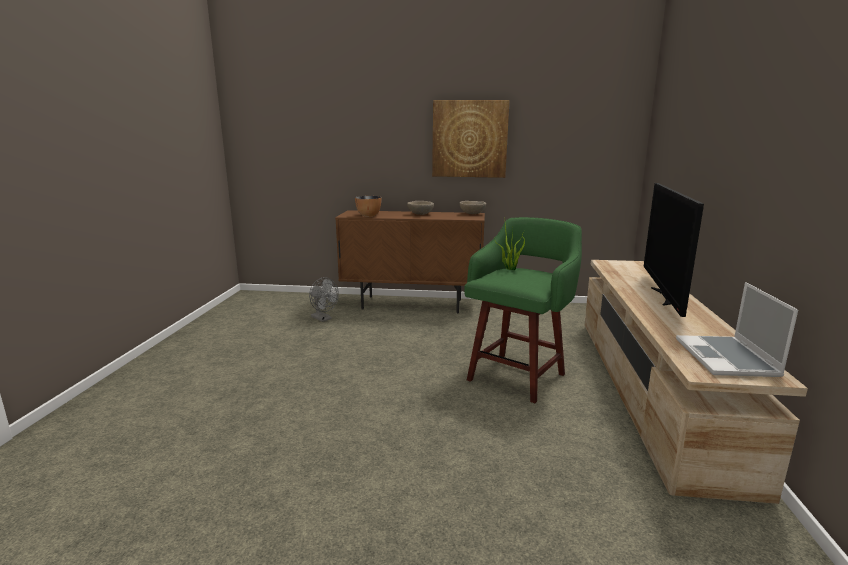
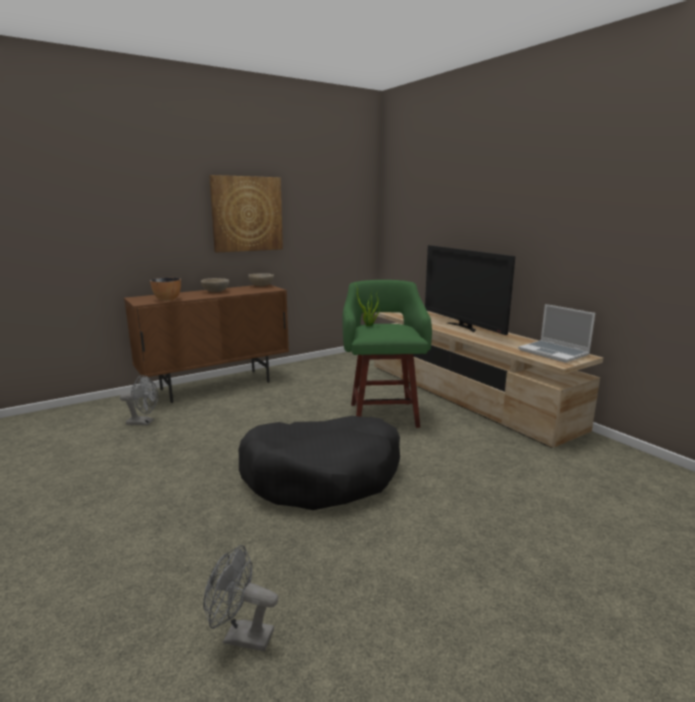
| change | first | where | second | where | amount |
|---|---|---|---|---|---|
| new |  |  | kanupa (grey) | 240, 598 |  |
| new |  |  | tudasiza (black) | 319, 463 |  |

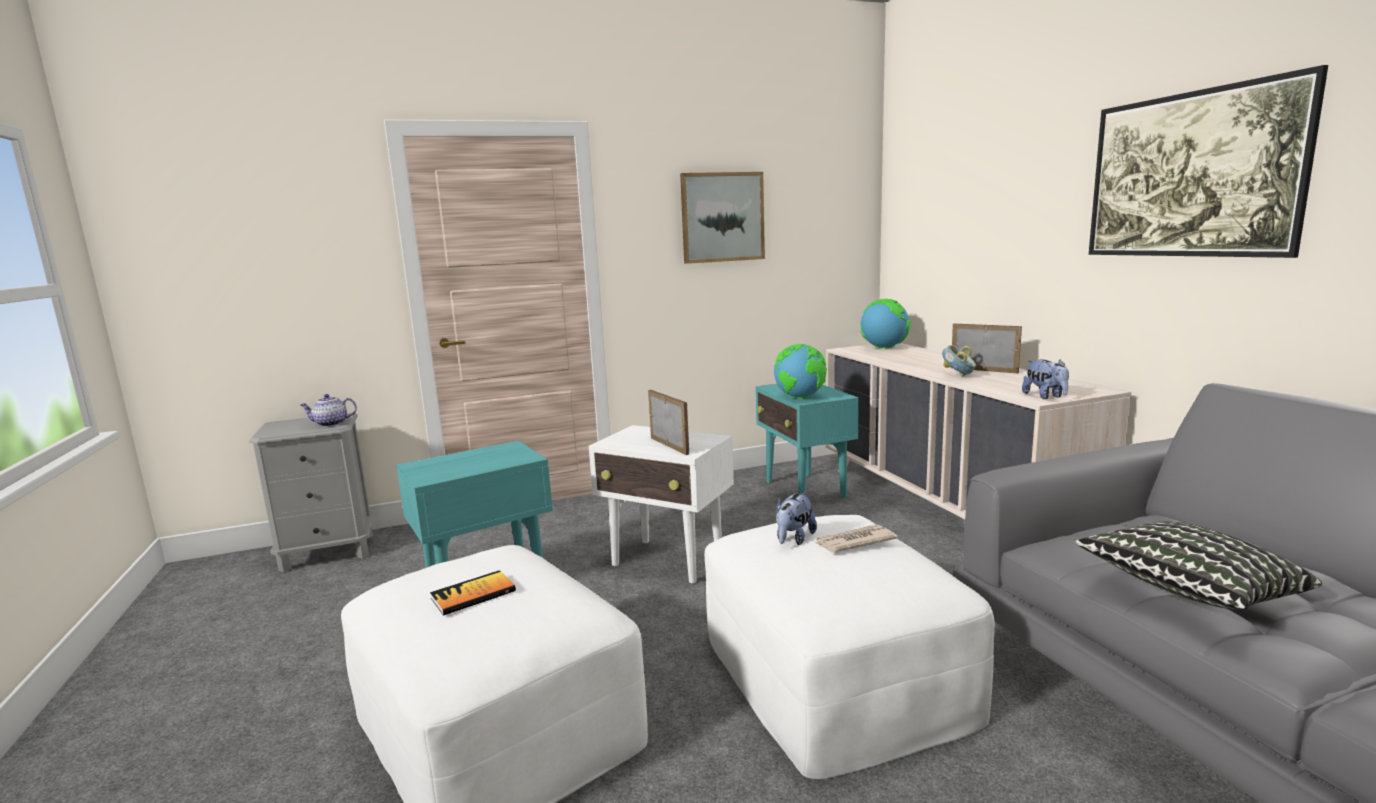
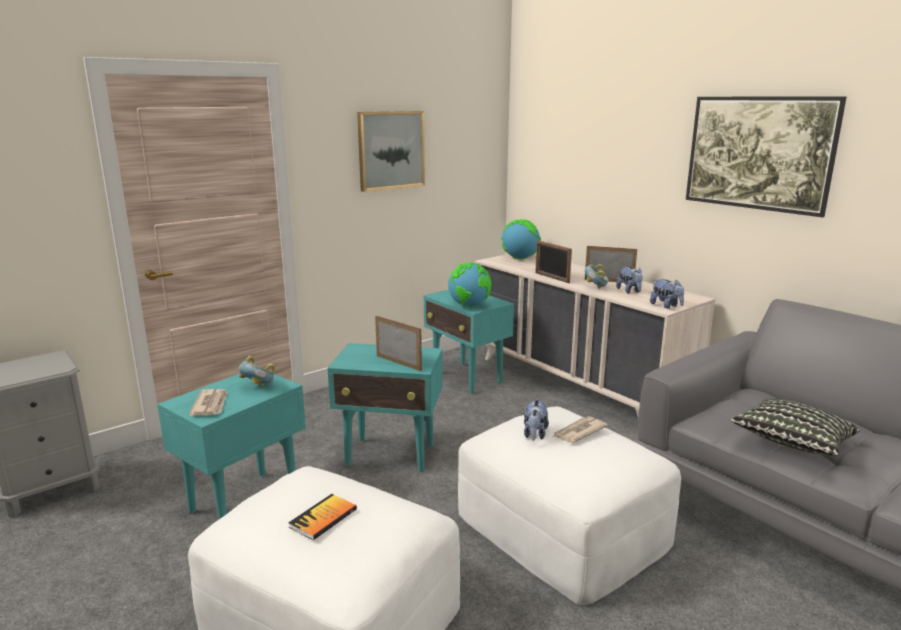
| change | first | where | second | where | amount |
|---|---|---|---|---|---|
| new |  |  | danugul | 208, 402 |  |
| new |  |  | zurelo | 257, 371 |  |
| repainted | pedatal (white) | 661, 504 | pedatal (turquoise) | 385, 407 |  |
| new |  |  | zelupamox | 553, 261 |  |
| new |  |  | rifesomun | 629, 280 |  |
| gone | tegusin | 329, 410 |  |  |  |

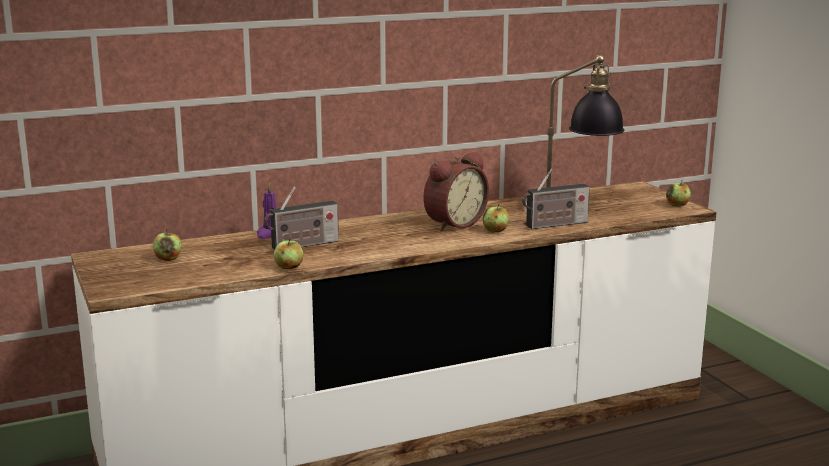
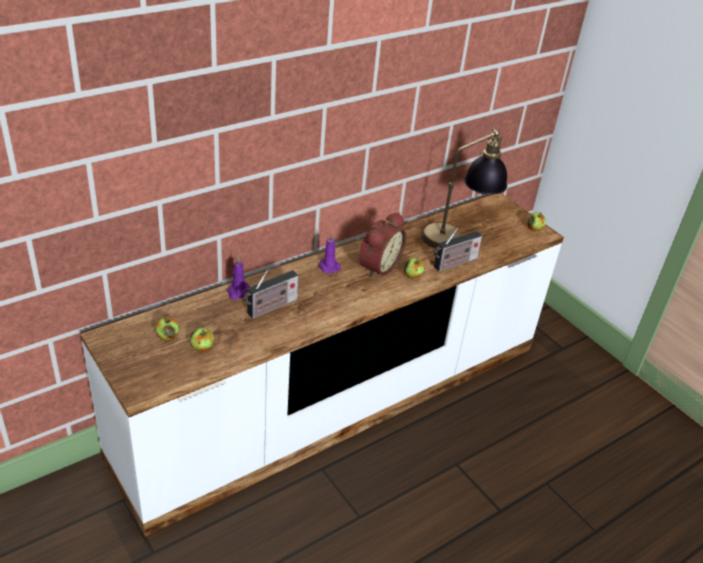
| change | first | where | second | where | amount |
|---|---|---|---|---|---|
| shifted | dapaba | 288, 253 |  | 202, 340 |  |
| new |  |  | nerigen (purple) | 329, 254 |  |

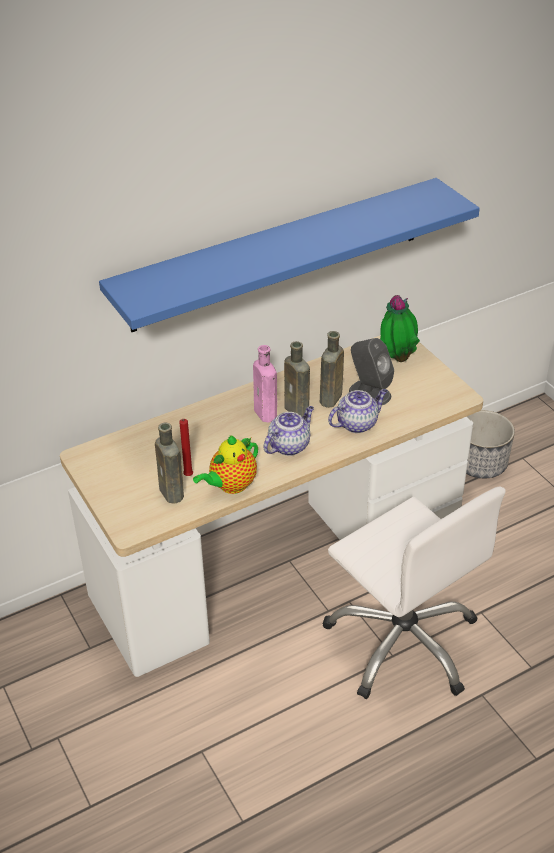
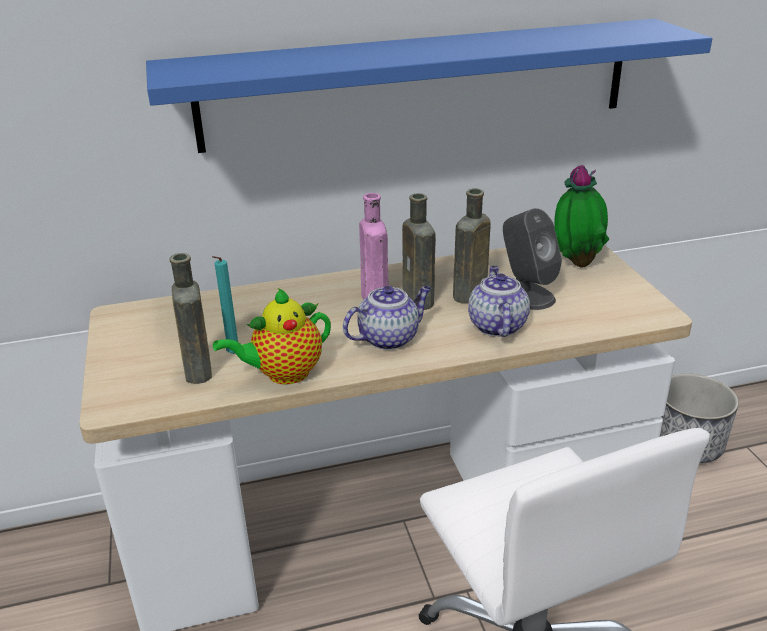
| change | first | where | second | where | amount |
|---|---|---|---|---|---|
| repainted | nerigen (red) | 186, 447 | nerigen (turquoise) | 225, 305 |  |
| rotated | tegusin | 357, 411 |  | 499, 301 | 75 degrees counterclockwise |

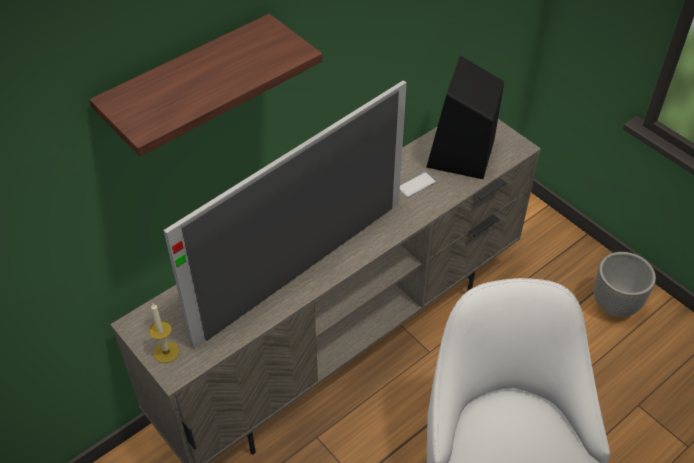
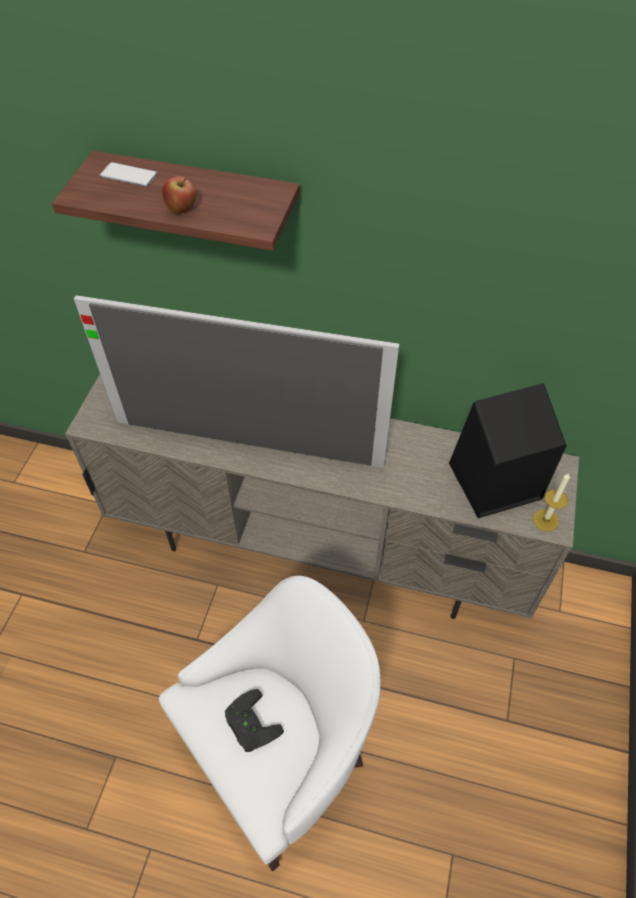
| change | first | where | second | where | amount |
|---|---|---|---|---|---|
| shifted | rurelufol | 418, 184 |  | 129, 174 |  |
| new |  |  | dapaba | 179, 195 |  |
| new |  |  | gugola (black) | 254, 720 |  |
| shifted | nerigen | 164, 333 |  | 551, 502 |  |
| gone | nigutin | 625, 284 |  |  |  |

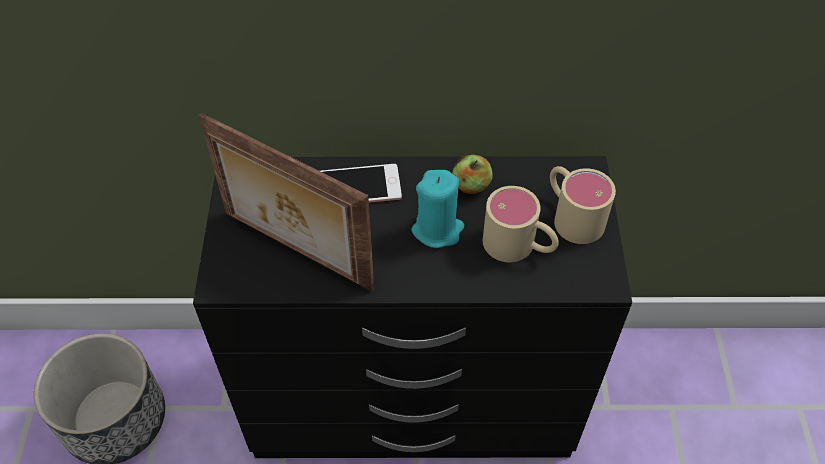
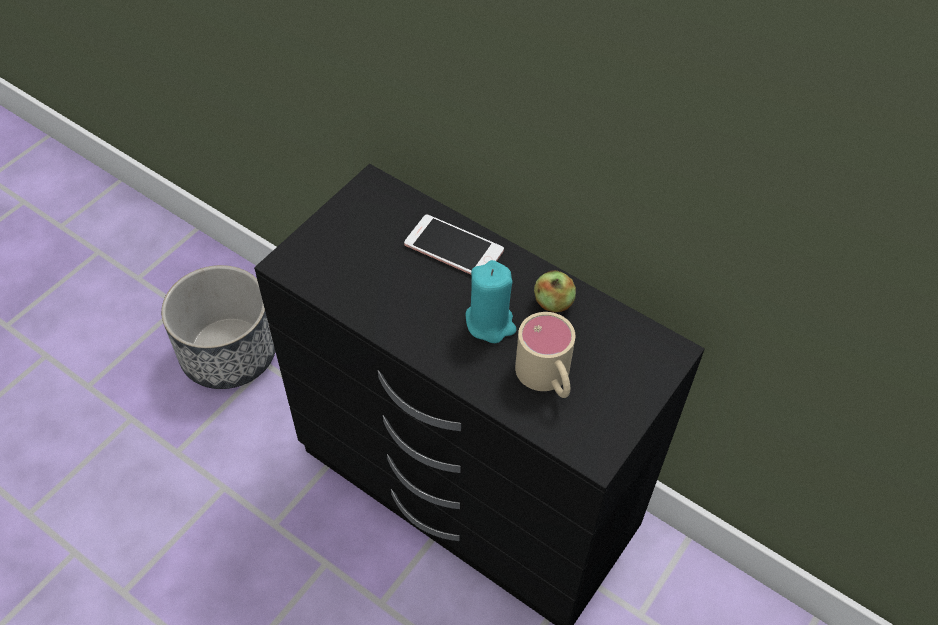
| change | first | where | second | where | amount |
|---|---|---|---|---|---|
| gone | zelupamox | 286, 202 |  |  |  |
| gone | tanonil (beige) | 583, 205 |  |  |  |

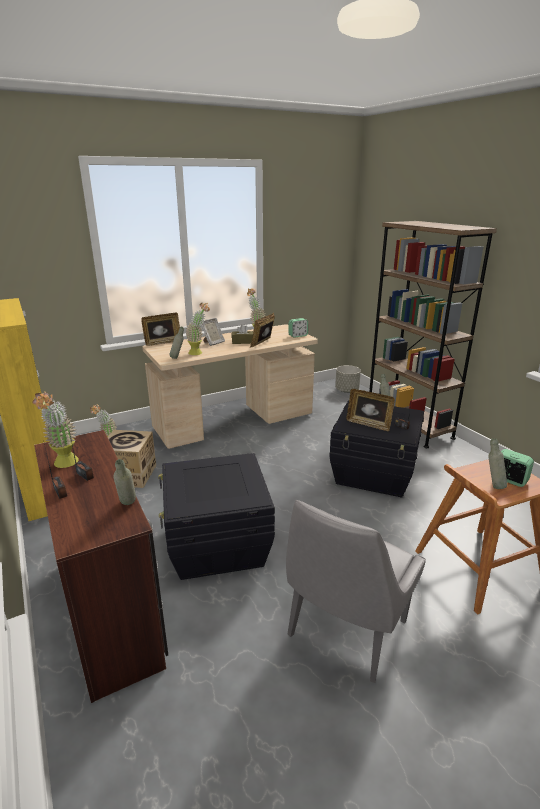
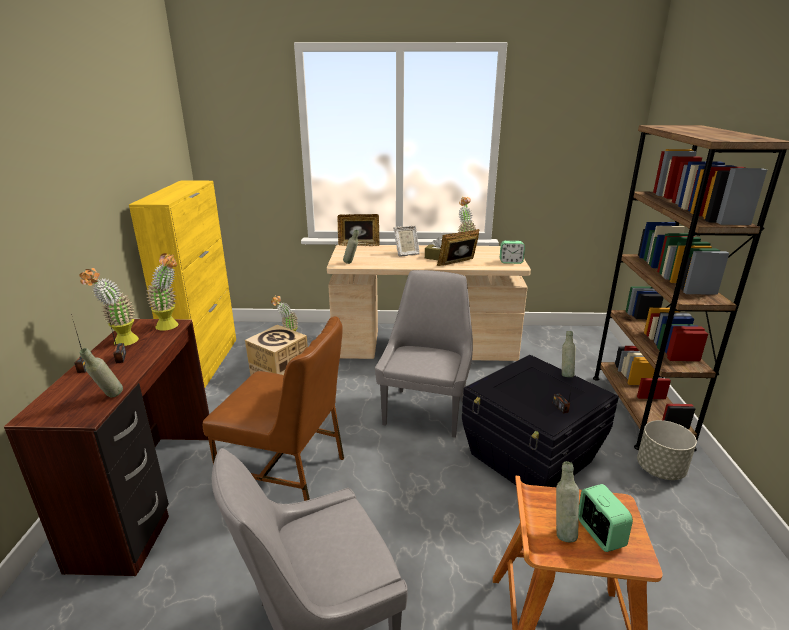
| change | first | where | second | where | amount |
|---|---|---|---|---|---|
| shifted | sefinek | 198, 329 |  | 162, 292 |  |
| swapped | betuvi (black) | 216, 516 | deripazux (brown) | 273, 408 |  |
| new |  |  | deripazux (grey) | 424, 354 |  |
| shifted | nigutin (grey) | 348, 379 |  | 667, 450 |  |
| gone | zelupamox | 370, 410 |  |  |  |

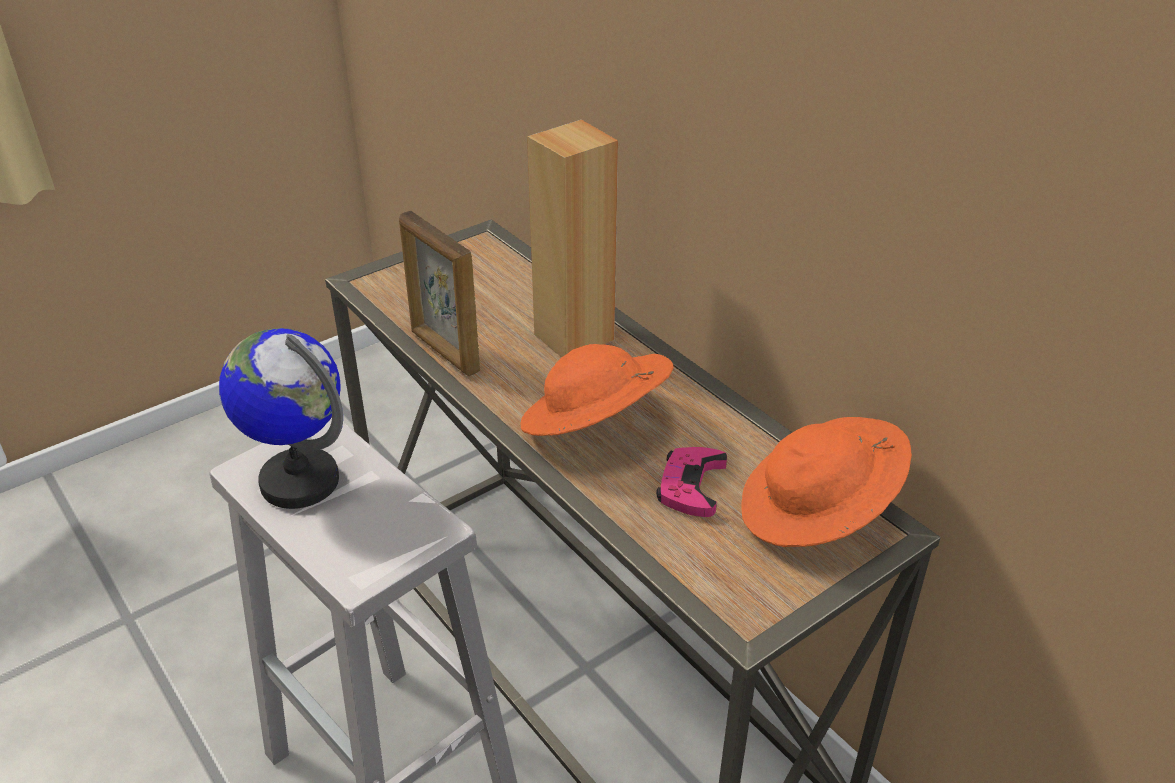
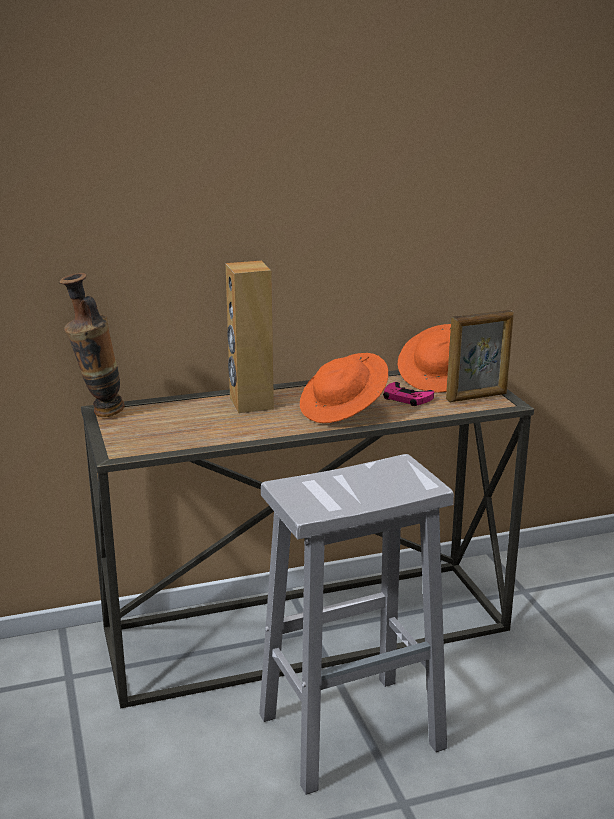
| change | first | where | second | where | amount |
|---|---|---|---|---|---|
| new |  |  | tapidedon | 92, 345 |  |
| shifted | zelupamox | 439, 293 |  | 480, 356 |  |
| gone | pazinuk | 281, 418 |  |  |  |

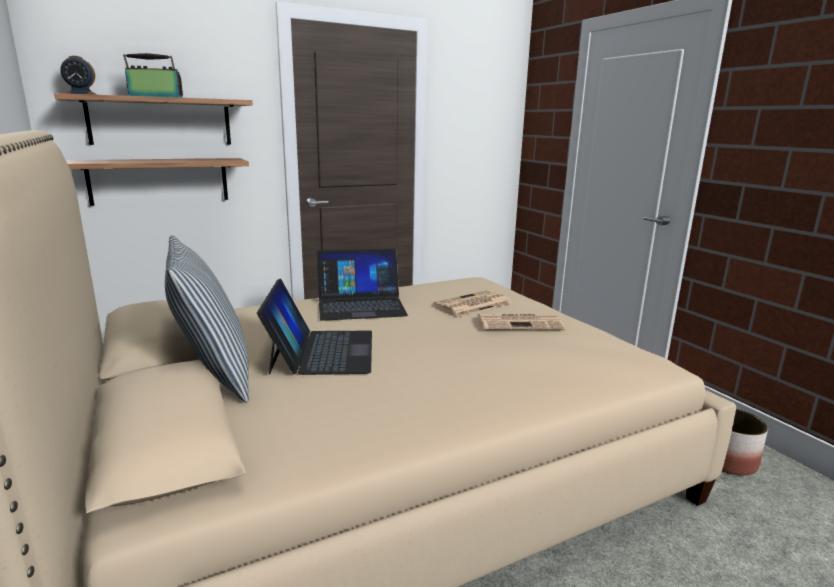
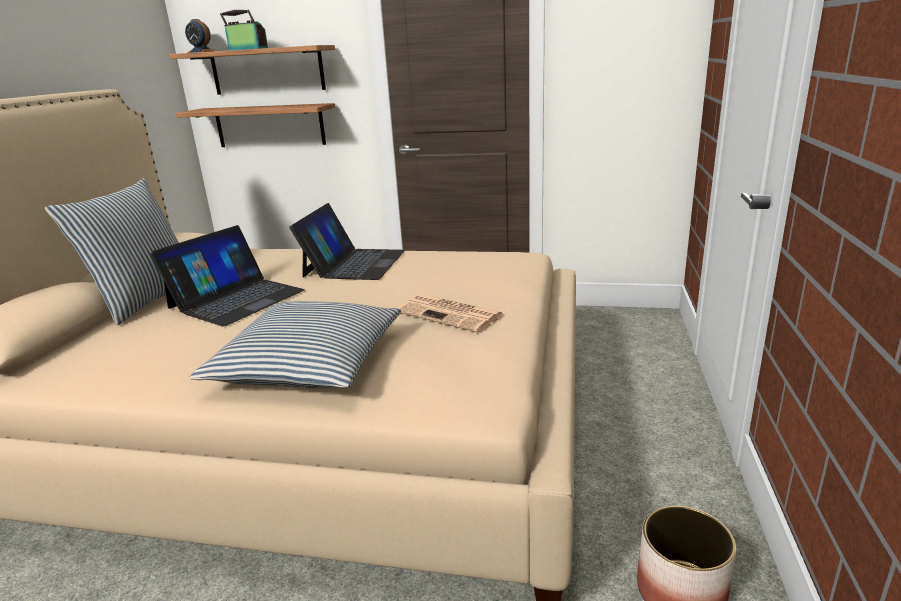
| change | first | where | second | where | amount |
|---|---|---|---|---|---|
| new |  |  | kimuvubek | 295, 345 |  |
| rotated | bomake | 362, 284 |  | 347, 241 | 105 degrees counterclockwise |
| gone | danugul | 472, 303 |  |  |  |

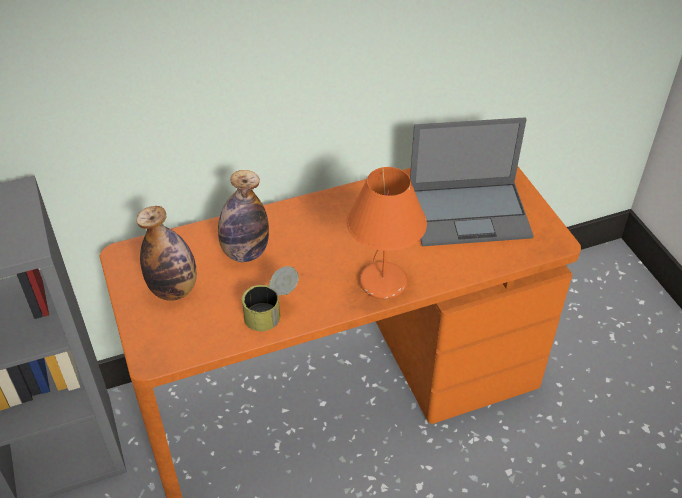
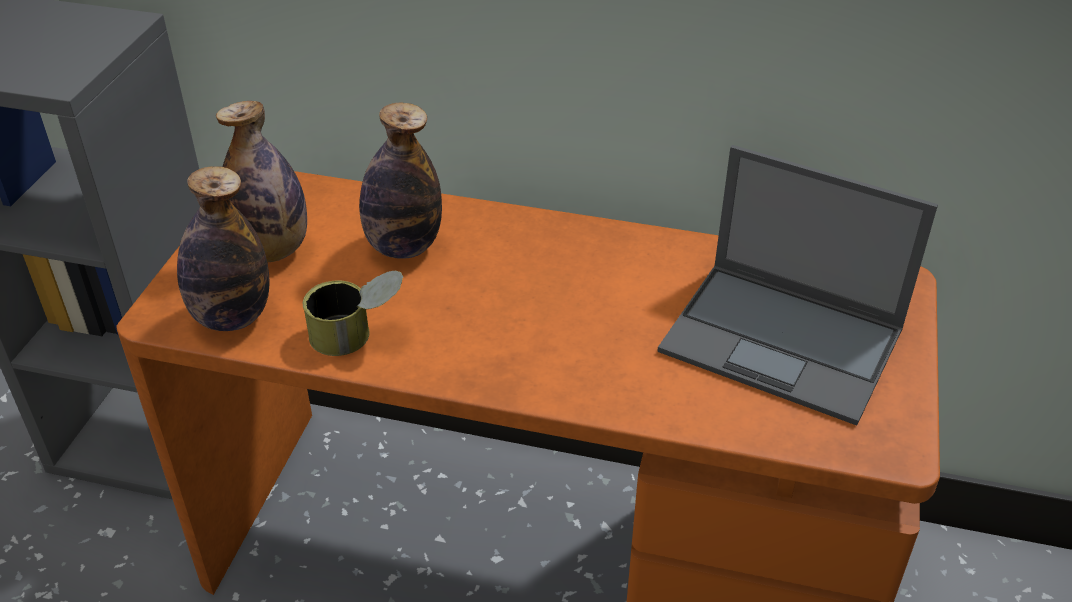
| change | first | where | second | where | amount |
|---|---|---|---|---|---|
| new |  |  | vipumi | 223, 248 |  |
| gone | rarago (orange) | 386, 233 |  |  |  |

